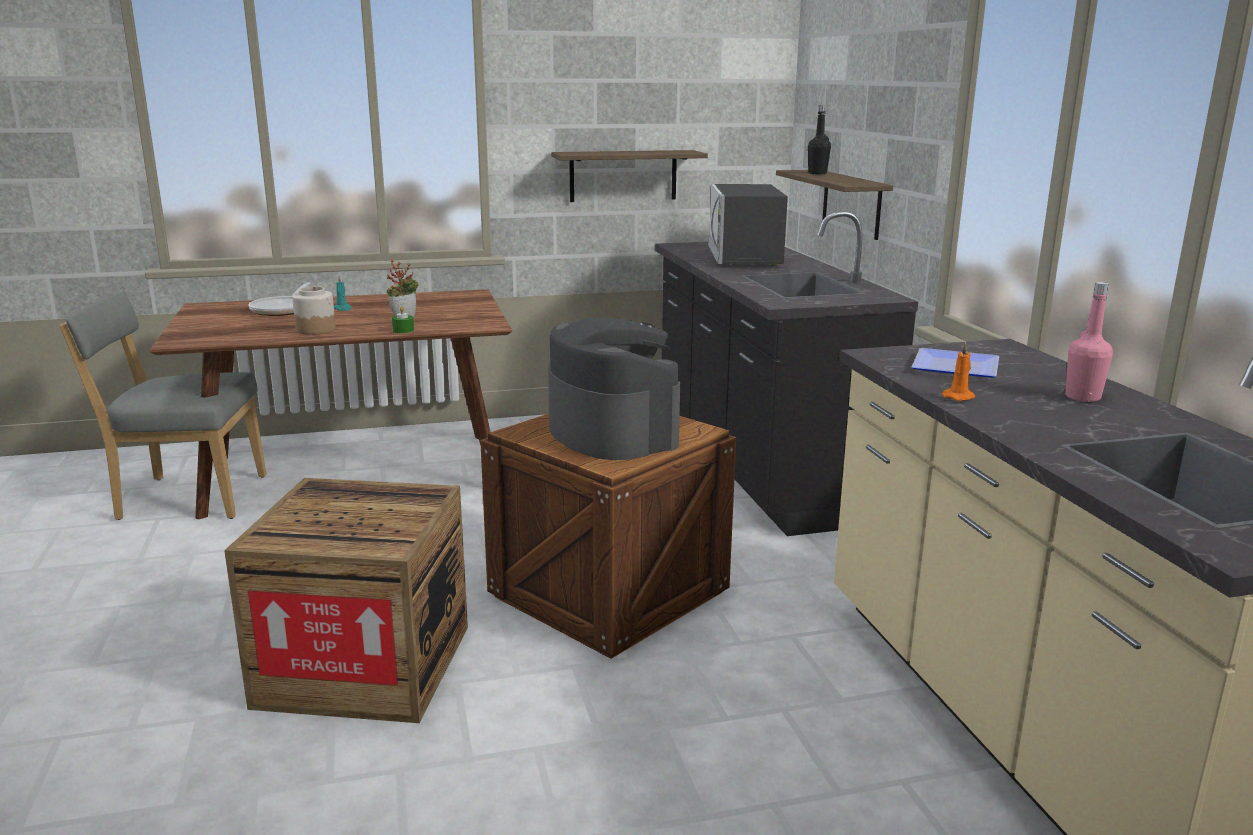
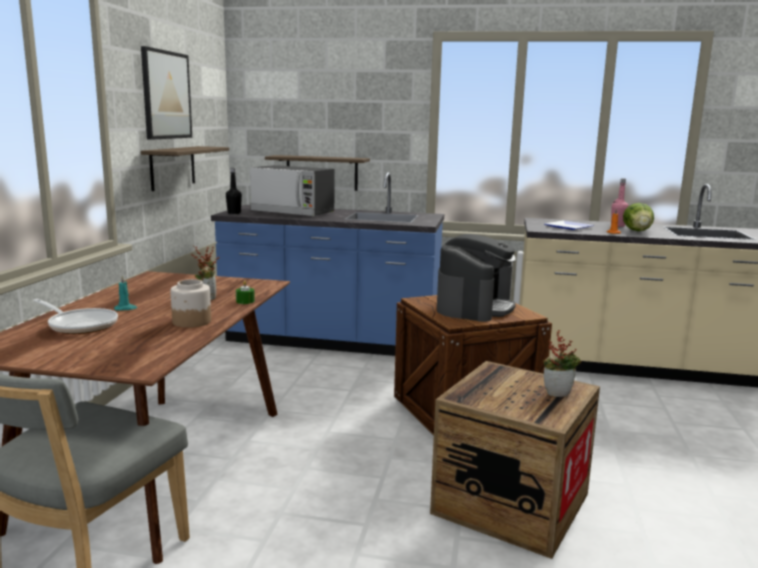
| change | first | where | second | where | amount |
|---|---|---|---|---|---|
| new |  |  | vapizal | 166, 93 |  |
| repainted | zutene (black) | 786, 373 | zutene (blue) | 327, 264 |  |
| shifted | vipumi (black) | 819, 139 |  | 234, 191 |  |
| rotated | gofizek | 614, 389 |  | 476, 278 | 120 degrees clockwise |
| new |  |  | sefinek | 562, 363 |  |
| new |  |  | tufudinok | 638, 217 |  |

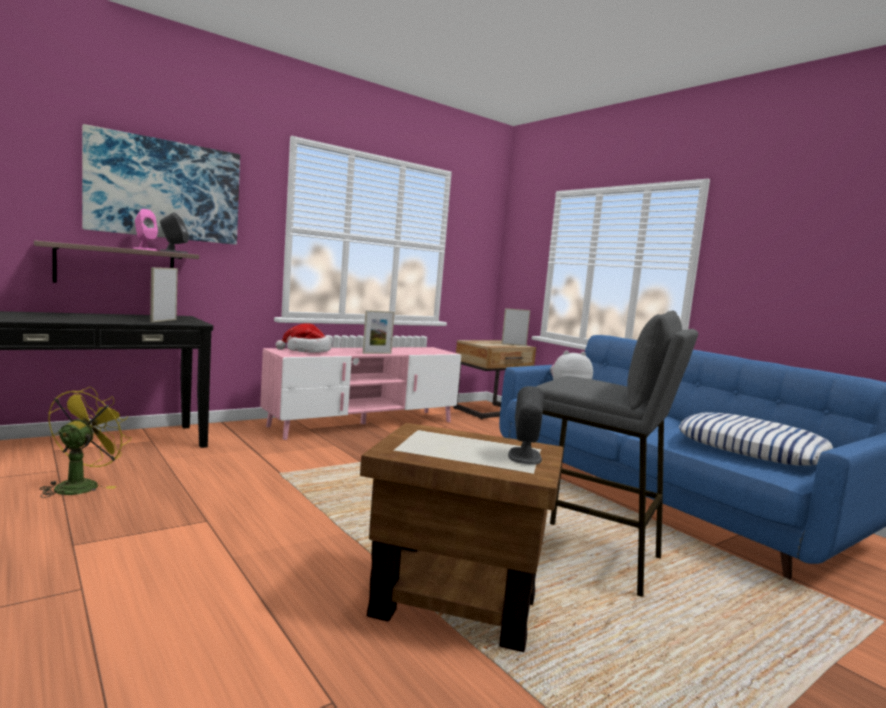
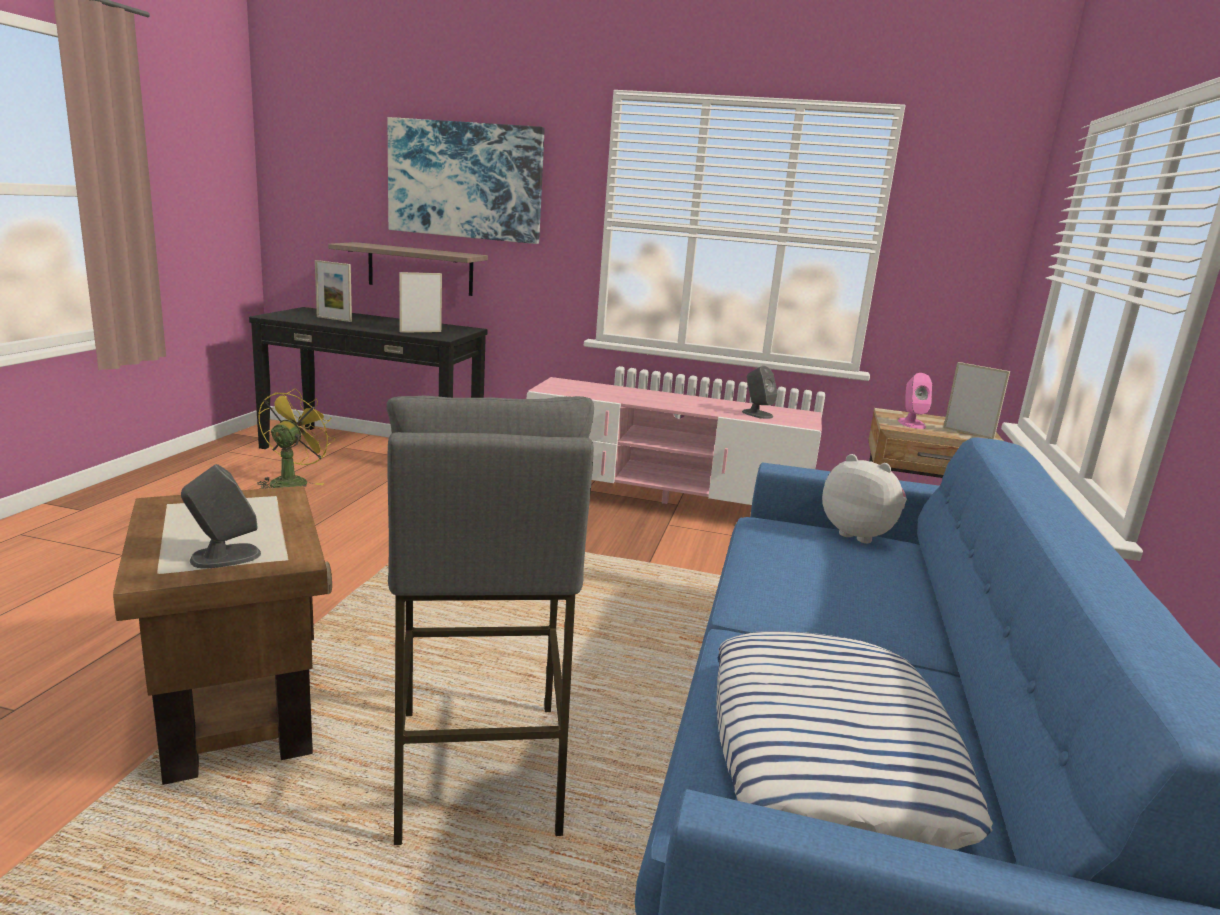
| change | first | where | second | where | amount |
|---|---|---|---|---|---|
| rotated | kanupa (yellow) | 86, 442 |  | 296, 438 | 45 degrees counterclockwise |
| shifted | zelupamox | 379, 332 |  | 333, 291 |  |
| shifted | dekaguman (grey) | 174, 232 |  | 760, 392 |  |
| shifted | dekaguman (pink) | 145, 230 |  | 915, 401 |  |
| gone | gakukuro | 303, 338 |  |  |  |

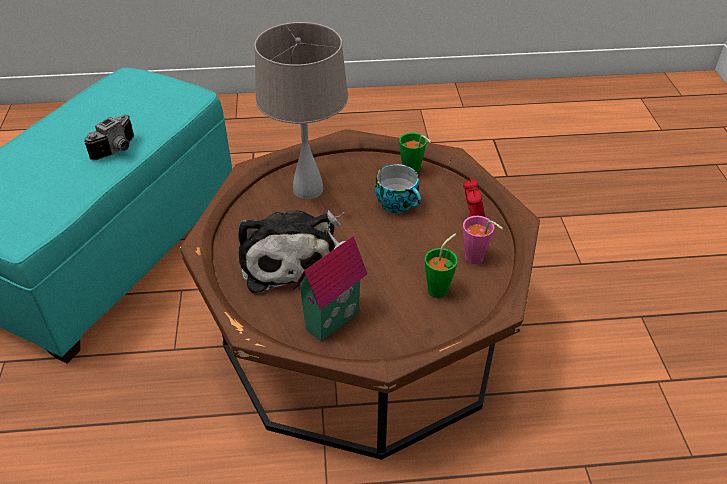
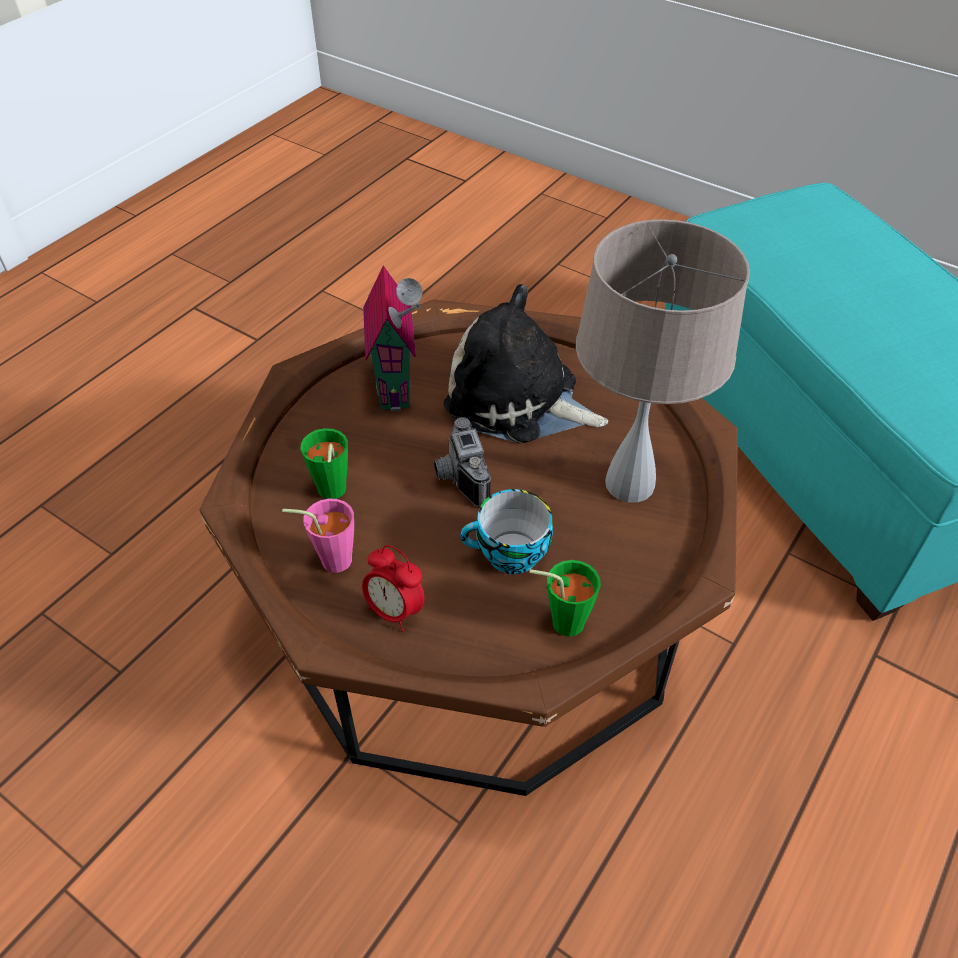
| change | first | where | second | where | amount |
|---|---|---|---|---|---|
| shifted | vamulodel | 109, 137 |  | 462, 462 |  |

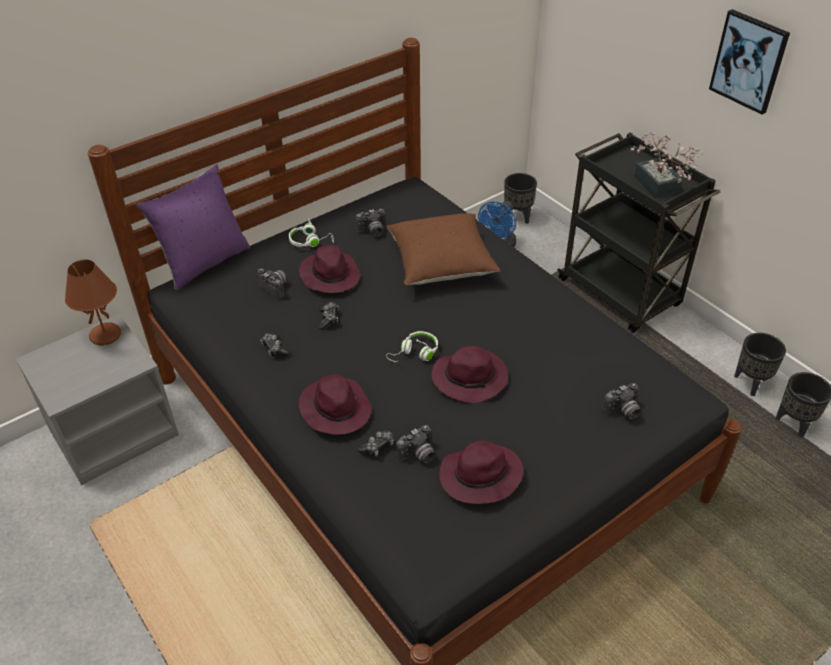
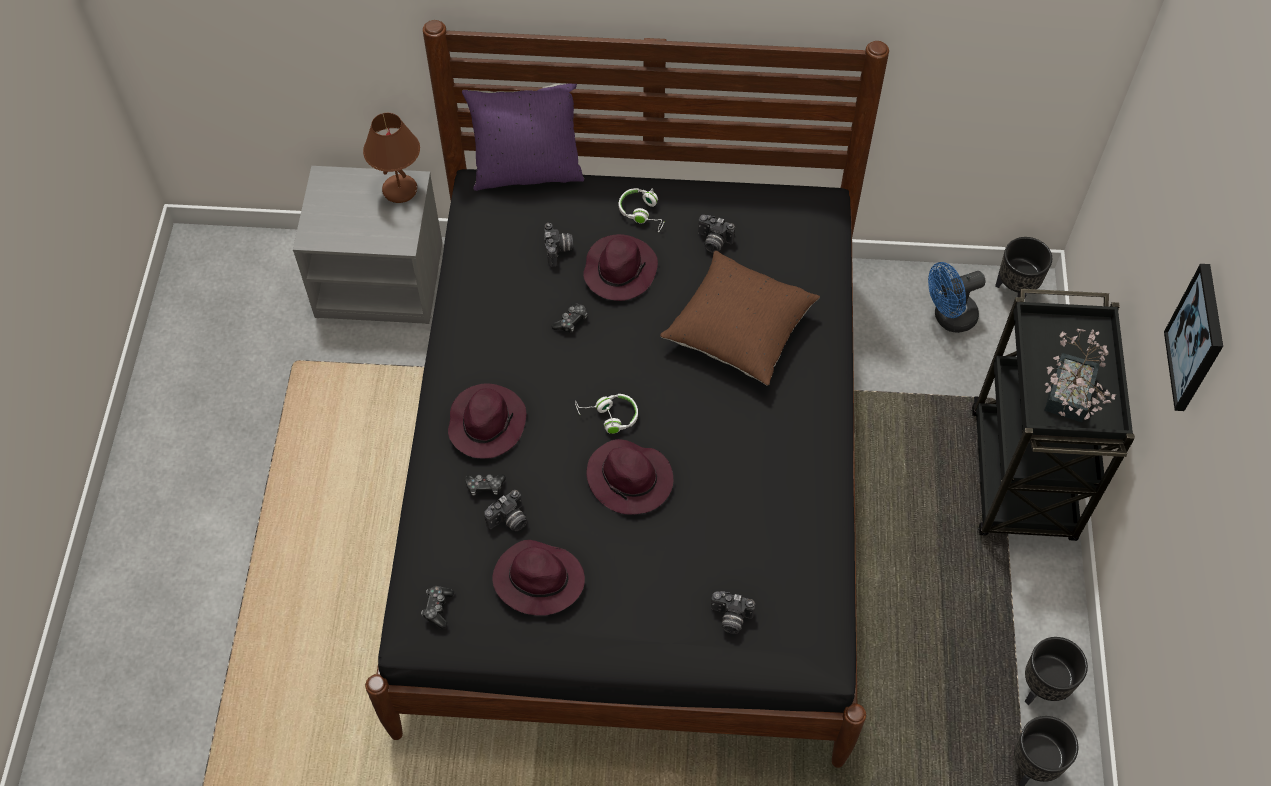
| change | first | where | second | where | amount |
|---|---|---|---|---|---|
| shifted | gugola | 276, 345 |  | 437, 607 |  |
| rotated | vamulodel | 415, 444 |  | 505, 510 | 45 degrees counterclockwise |

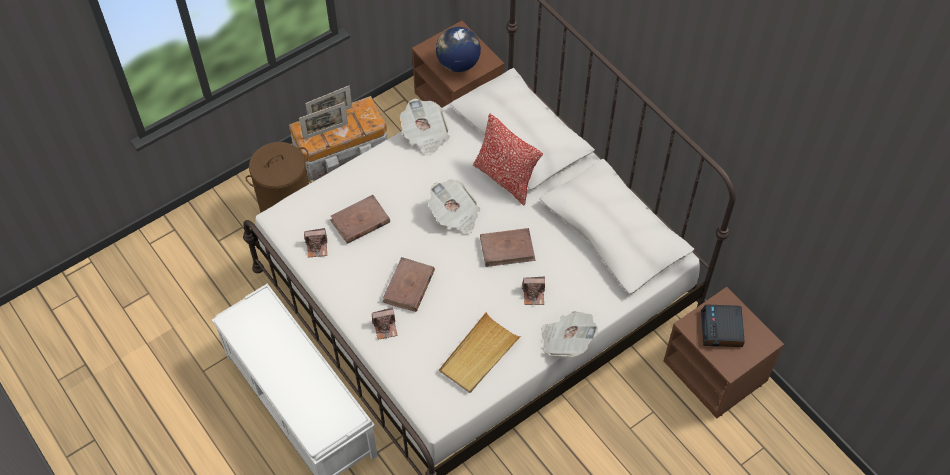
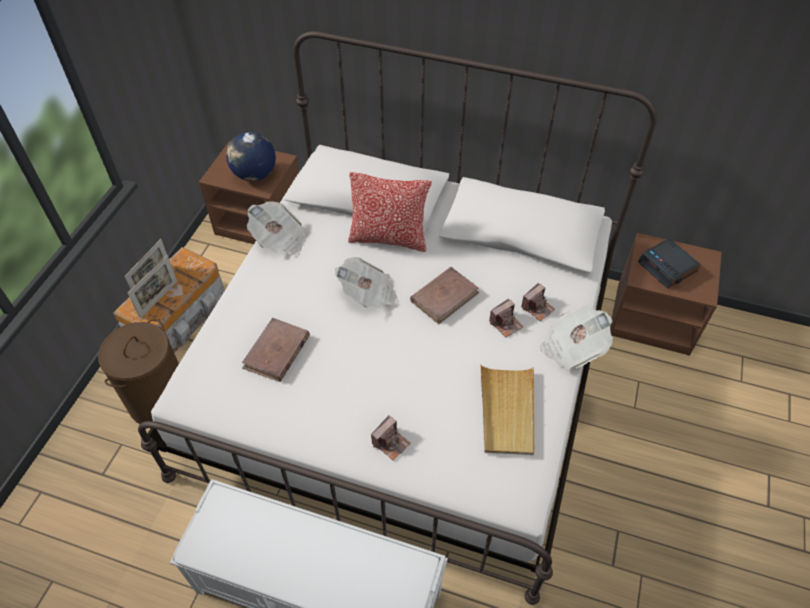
| change | first | where | second | where | amount |
|---|---|---|---|---|---|
| shifted | vamulodel | 315, 243 |  | 538, 302 |  |
| gone | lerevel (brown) | 409, 284 |  |  |  |

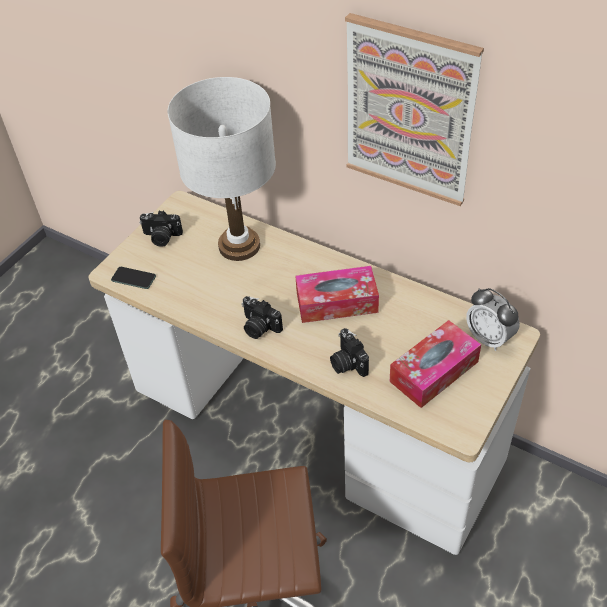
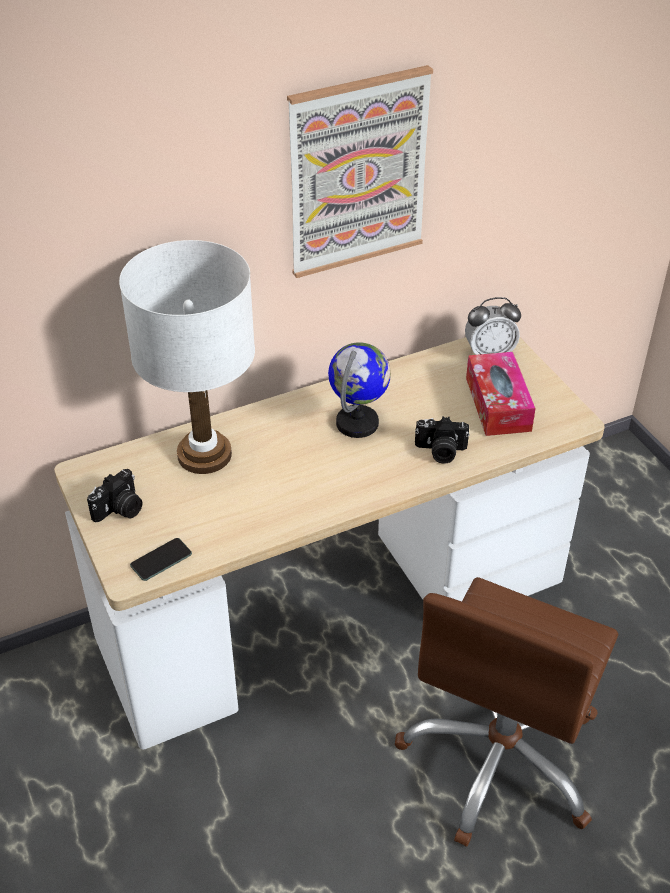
| change | first | where | second | where | amount |
|---|---|---|---|---|---|
| swapped | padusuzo | 337, 294 | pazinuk | 359, 390 |  |
| gone | vamulodel | 262, 317 |  |  |  |

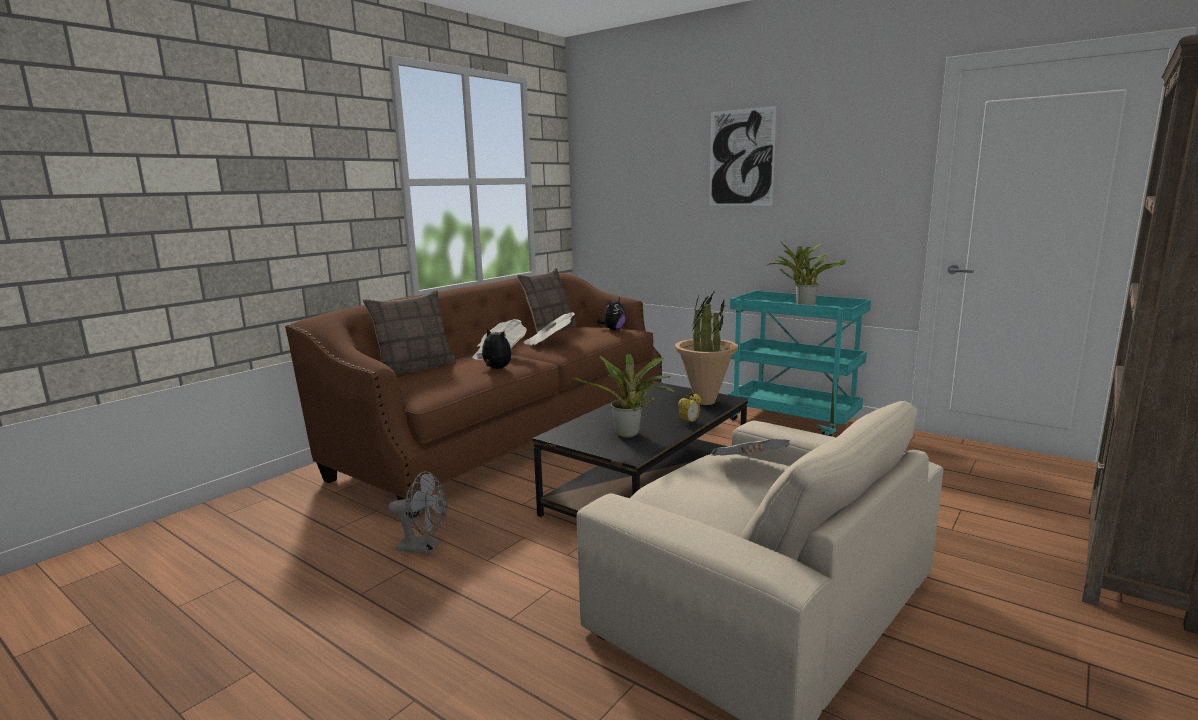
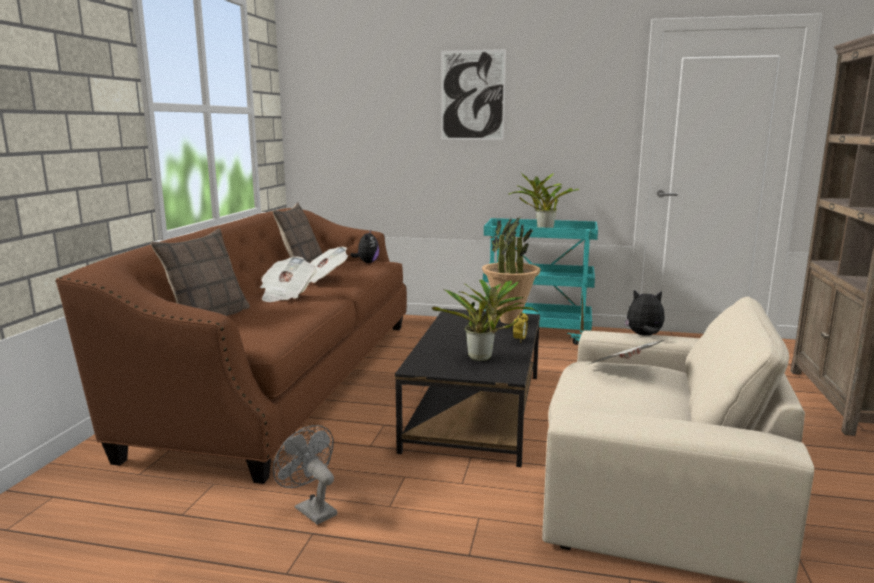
| change | first | where | second | where | amount |
|---|---|---|---|---|---|
| rotated | kanupa (grey) | 418, 512 |  | 305, 475 | 120 degrees counterclockwise |
| shifted | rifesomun | 494, 348 |  | 645, 313 |  |

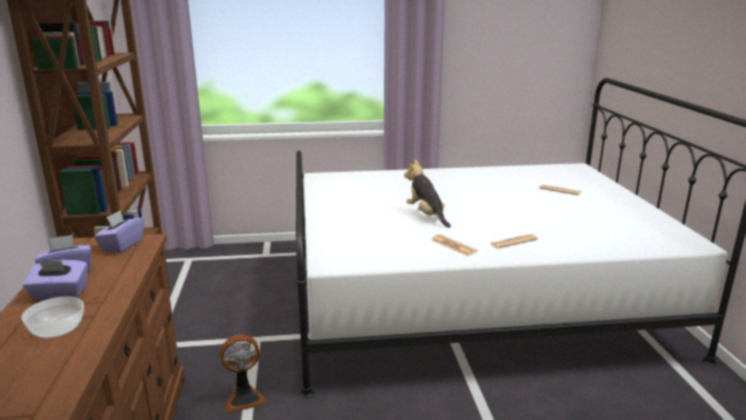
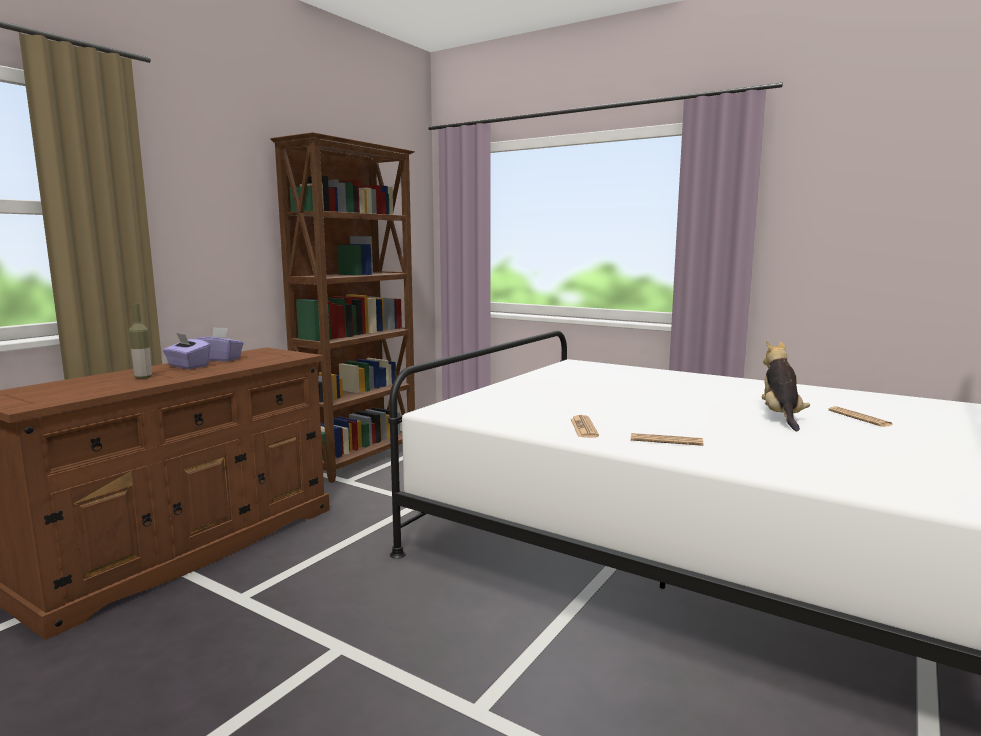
| change | first | where | second | where | amount |
|---|---|---|---|---|---|
| swapped | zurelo | 53, 317 | vipumi | 140, 341 |  |
| shifted | rifesomun | 427, 194 |  | 786, 386 |  |
| gone | padusuzo (purple) | 119, 231 |  |  |  |
| gone | kanupa | 243, 373 |  |  |  |

